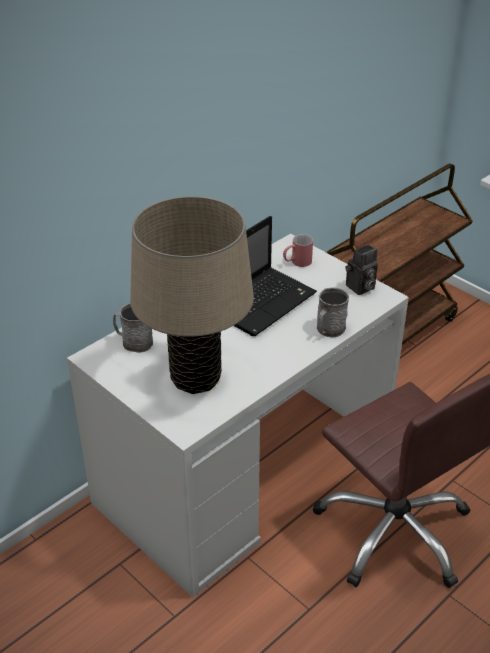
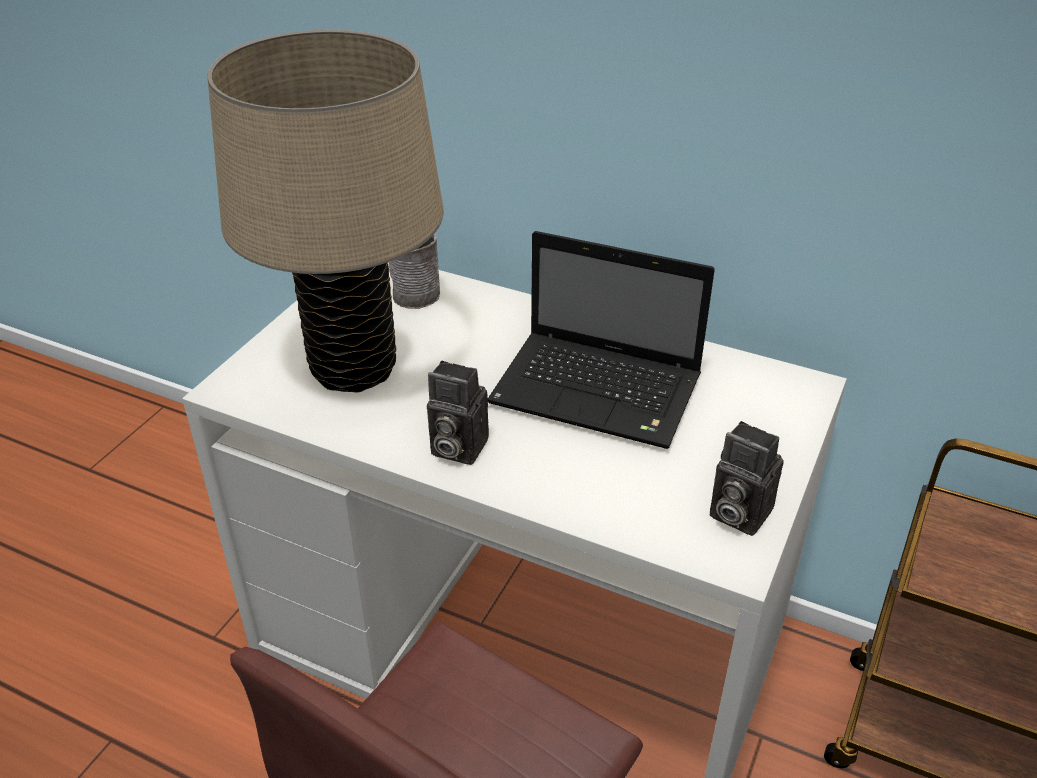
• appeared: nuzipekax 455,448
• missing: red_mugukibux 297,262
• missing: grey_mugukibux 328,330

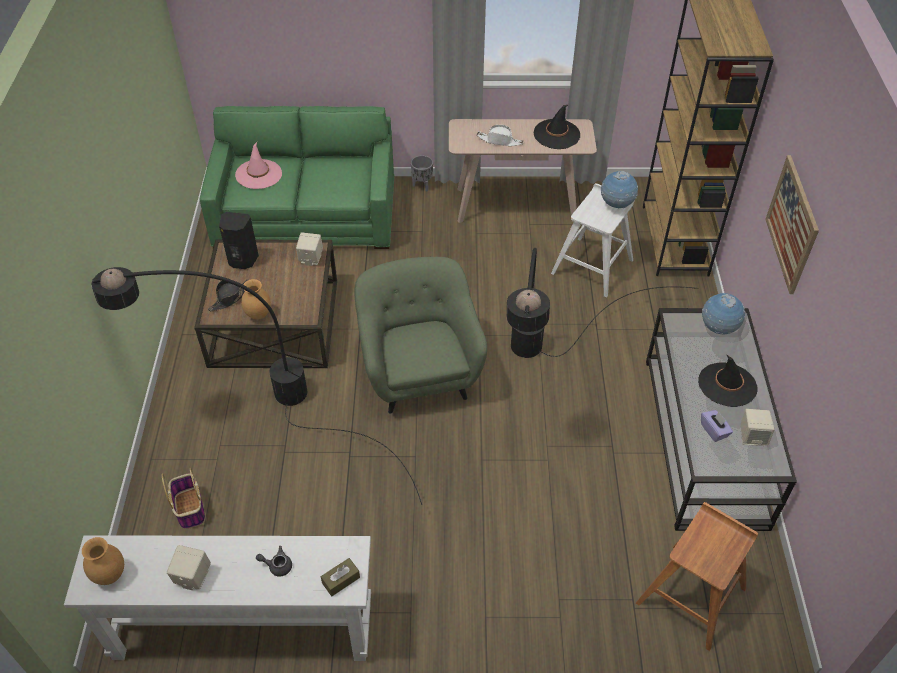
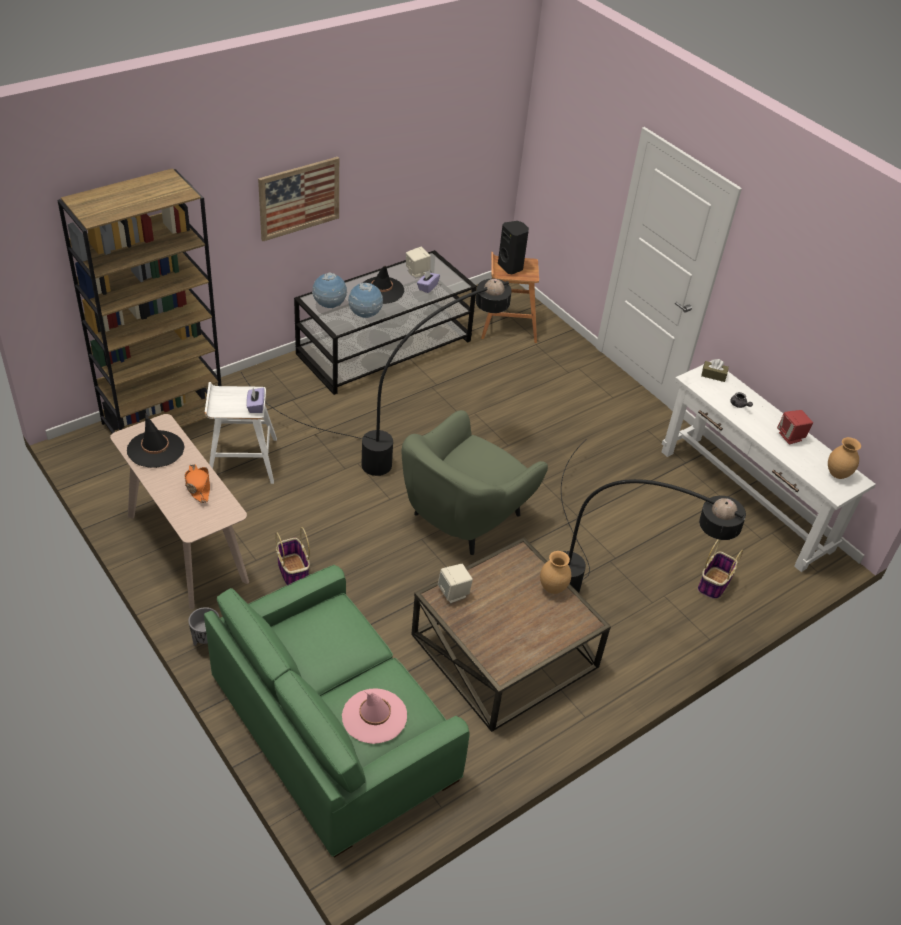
• colour: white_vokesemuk 500,141 to orange_vokesemuk 198,486
• appeared: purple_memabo 256,406
• appeared: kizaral 293,571
• relocated: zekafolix 616,205 to 365,315
• relocated: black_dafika 242,261 to 511,267
• colour: beige_dafika 192,577 to red_dafika 790,437
• missing: black_vokesemuk 230,298

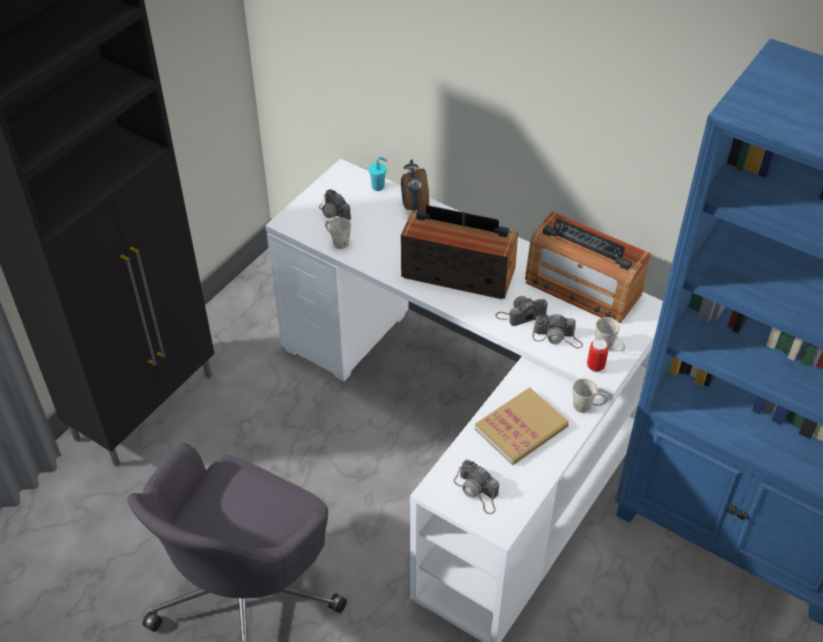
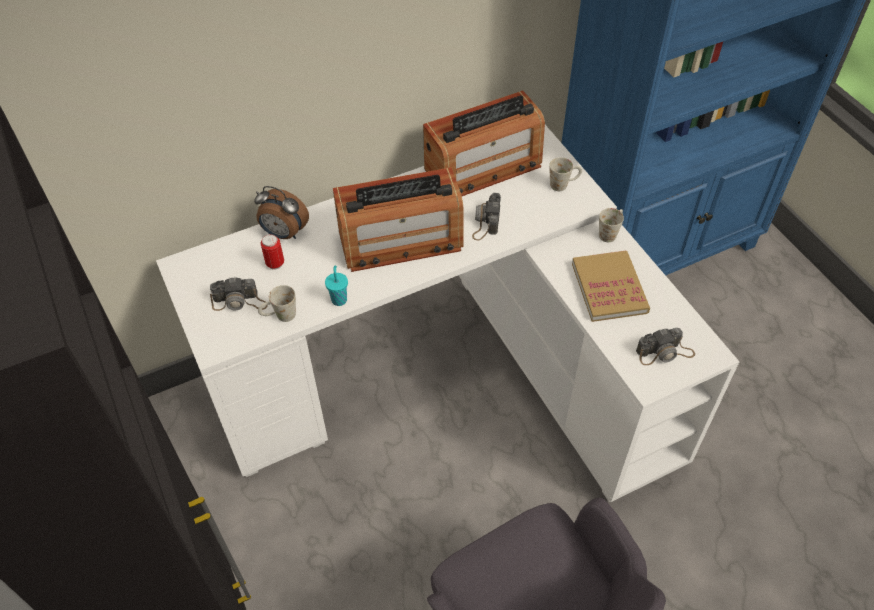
• relocated: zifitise 595,366 to 275,263
• relocated: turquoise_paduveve 378,187 to 339,299
• spun: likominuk 458,272 = 400,241 150 degrees counterclockwise
• missing: nuzipekax 557,337

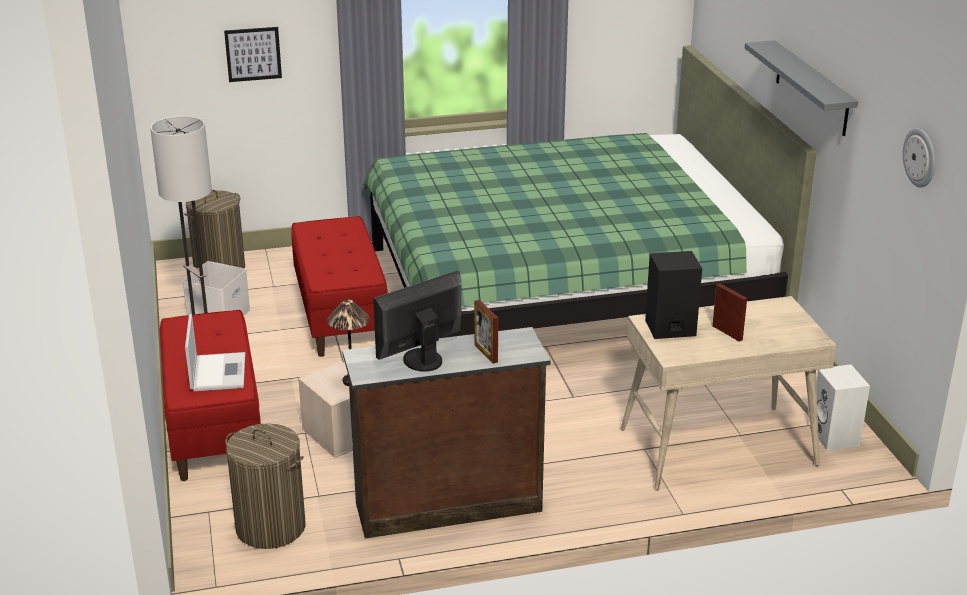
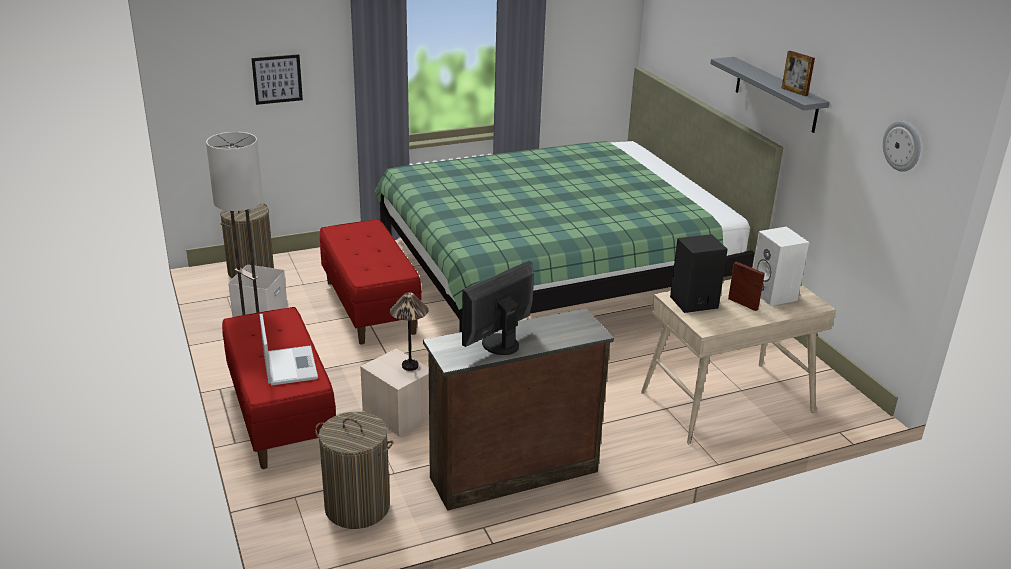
• relocated: white_dafika 835,437 to 774,295
• relocated: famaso 486,353 to 794,91

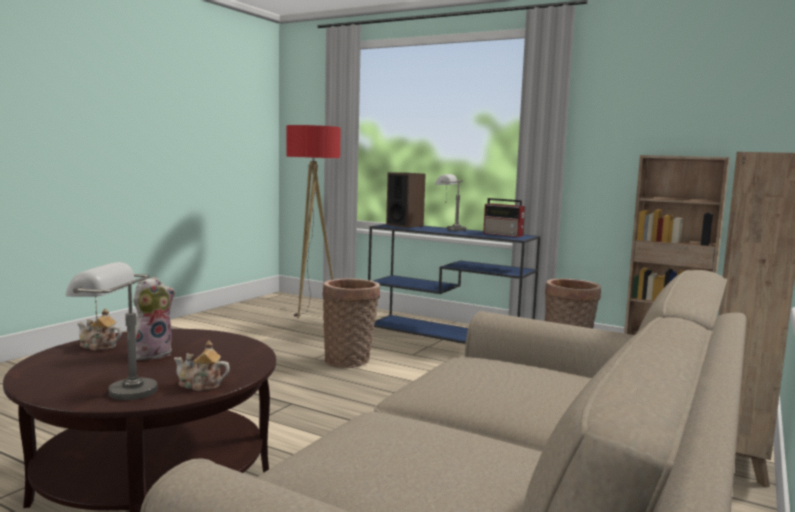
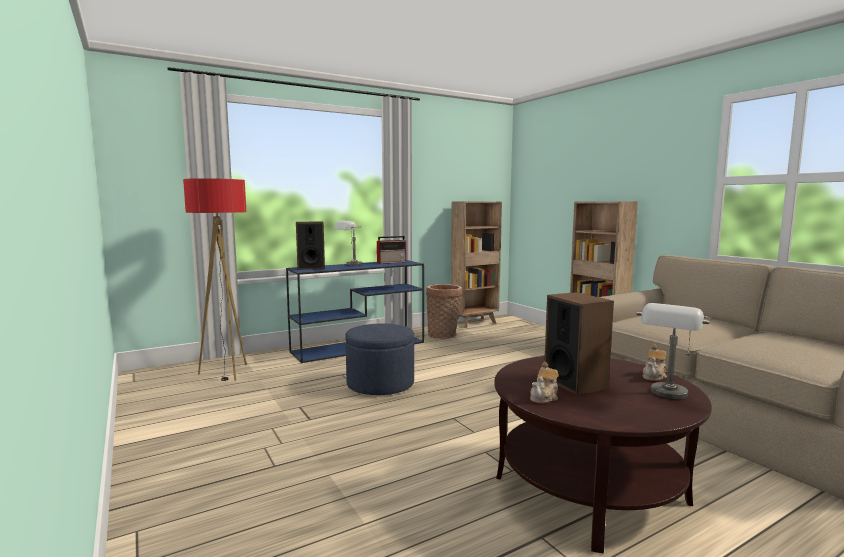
• exchanged: kizaral 350,360 to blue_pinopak 380,384
• exchanged: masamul 152,354 to dafika 575,383

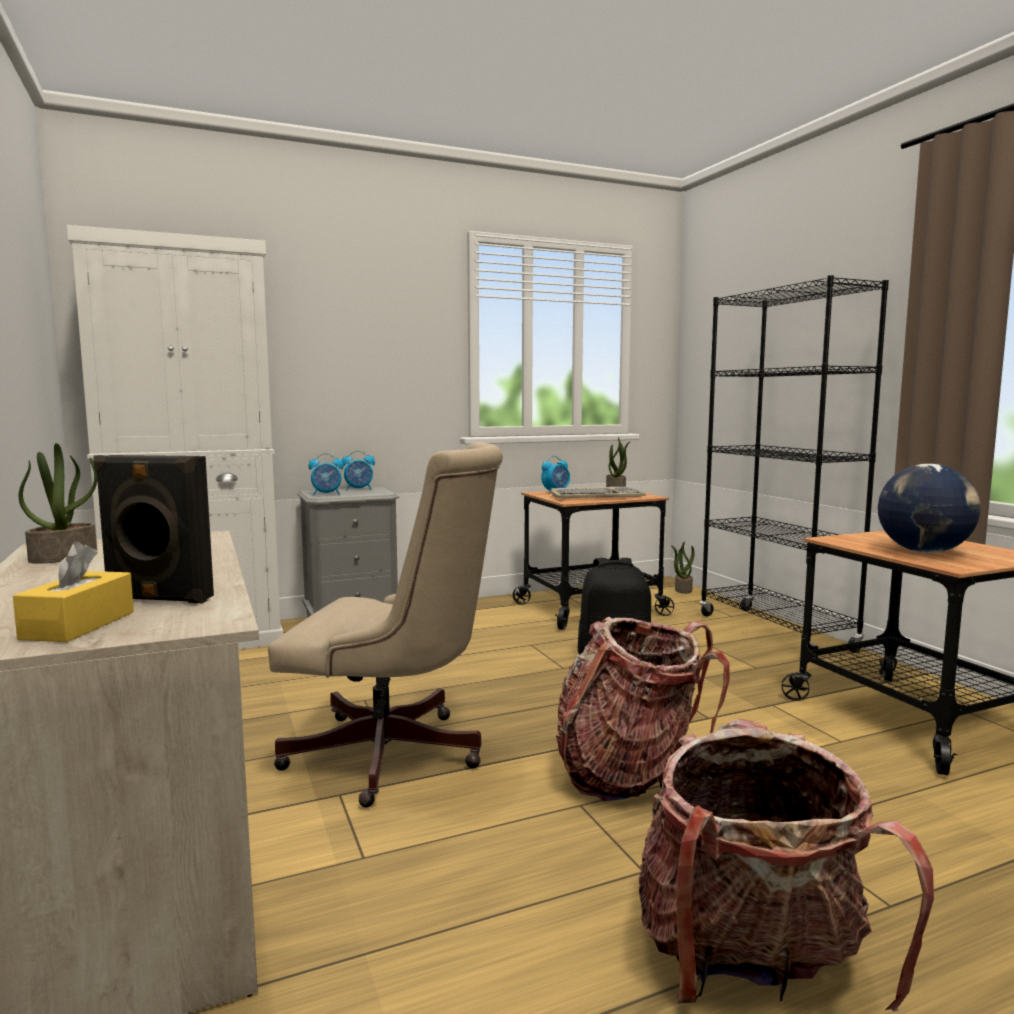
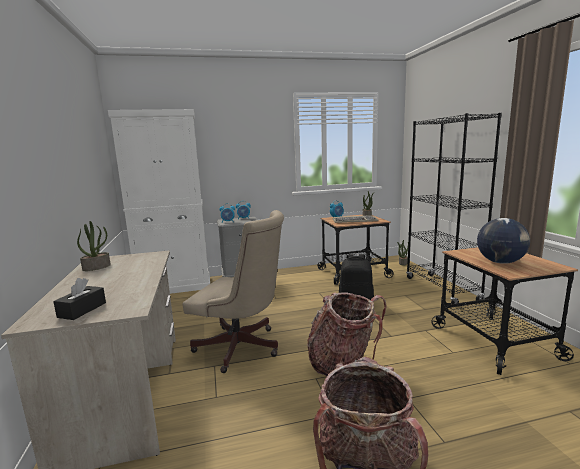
• colour: yellow_memabo 78,625 to black_memabo 82,310
• missing: black_dafika 157,599

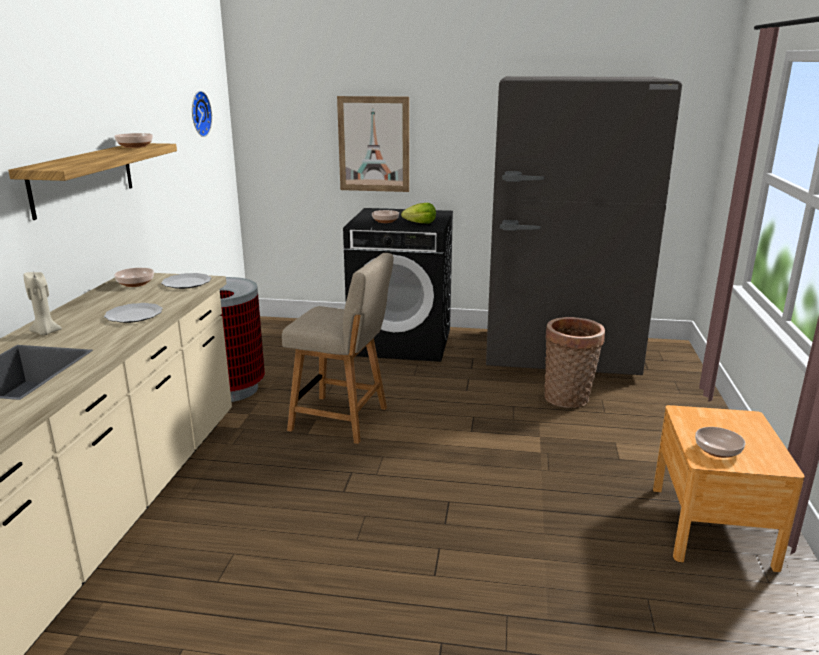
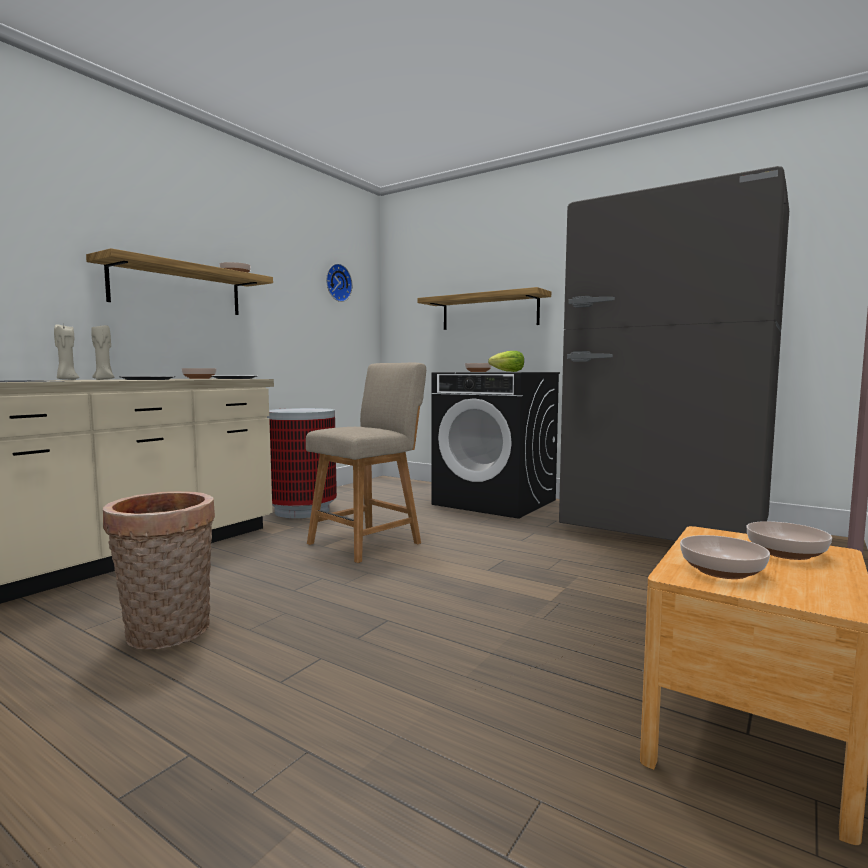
• appeared: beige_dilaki 104,379
• relocated: kizaral 569,399 to 167,635
• spun: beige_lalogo 343,420 = 368,542 90 degrees counterclockwise
• exchanged: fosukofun 374,144 to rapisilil 489,312
• appeared: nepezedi 787,553

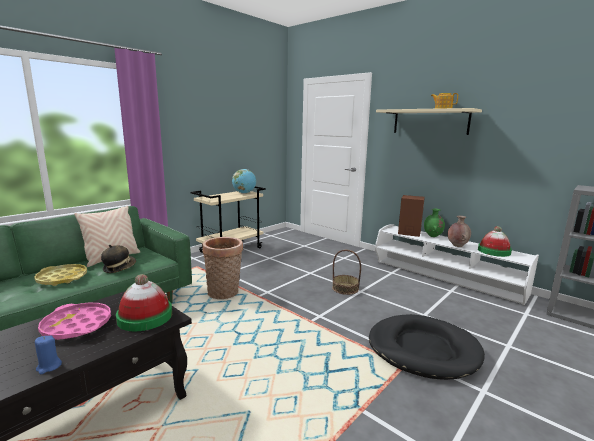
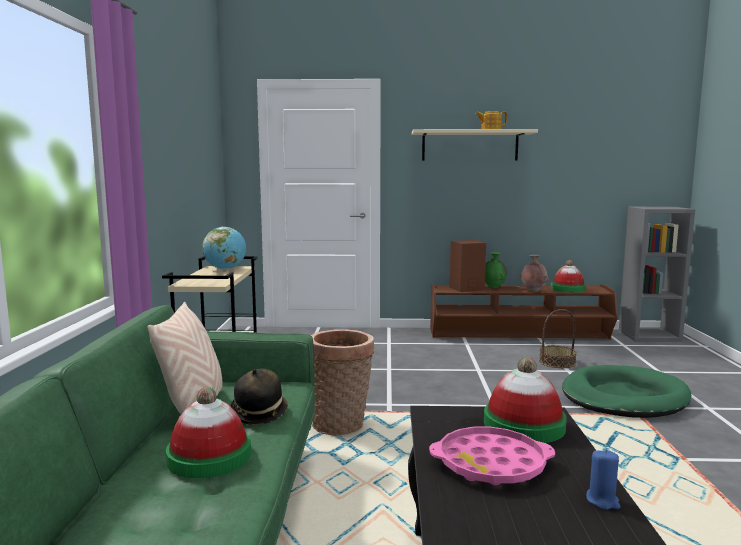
• exchanged: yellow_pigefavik 62,278 to vokesemuk 209,457
• colour: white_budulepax 445,278 to brown_budulepax 519,335
• relocated: kizaral 345,288 to 557,362
• colour: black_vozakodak 423,349 to green_vozakodak 623,397

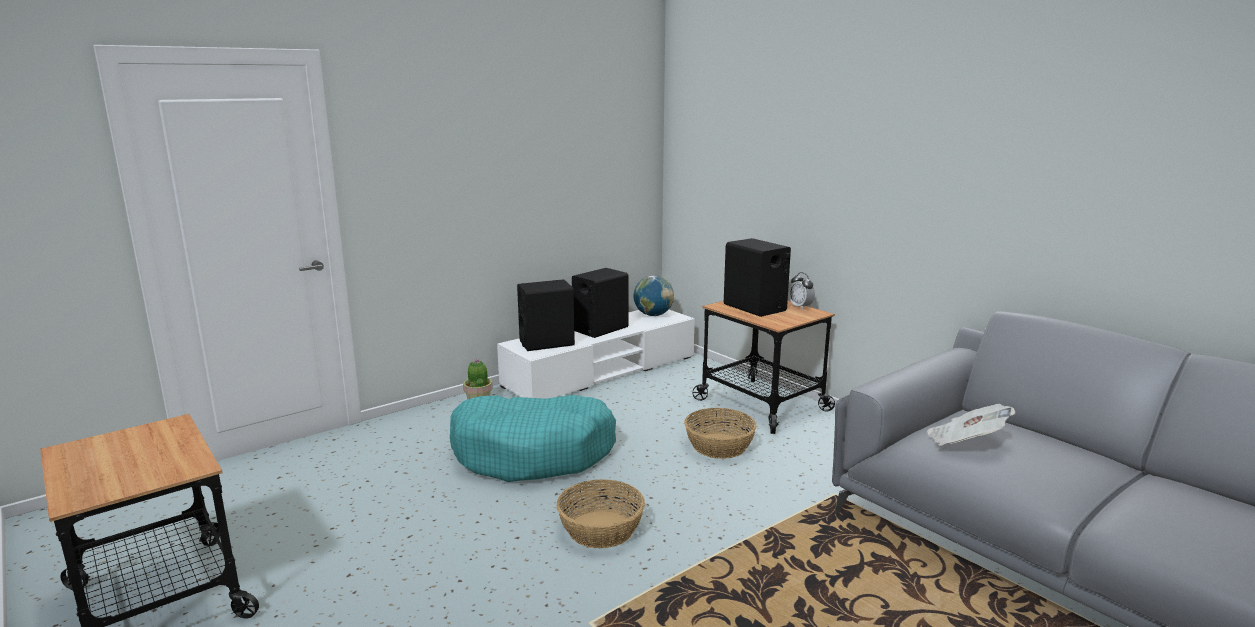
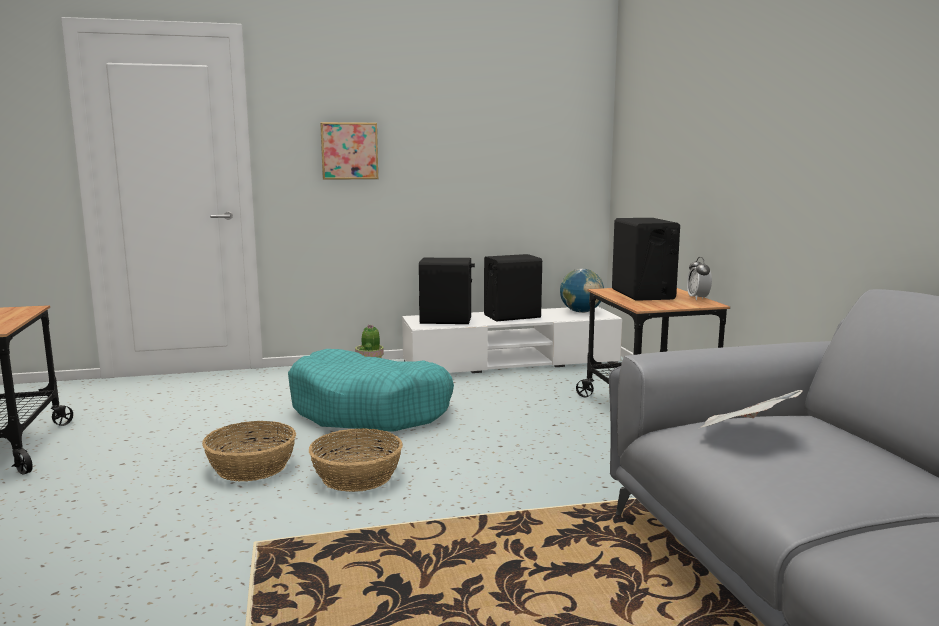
• relocated: kizaral 718,446 to 251,467
• appeared: fosukofun 349,151

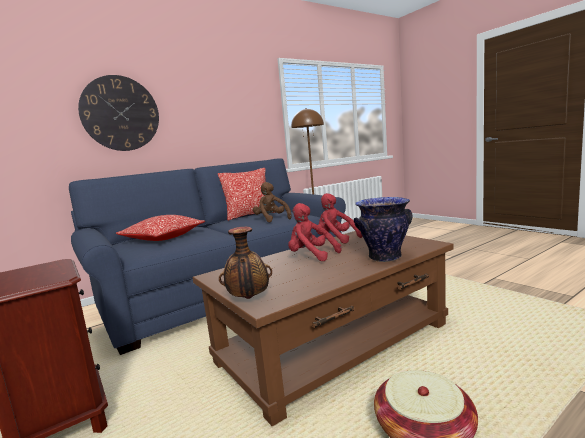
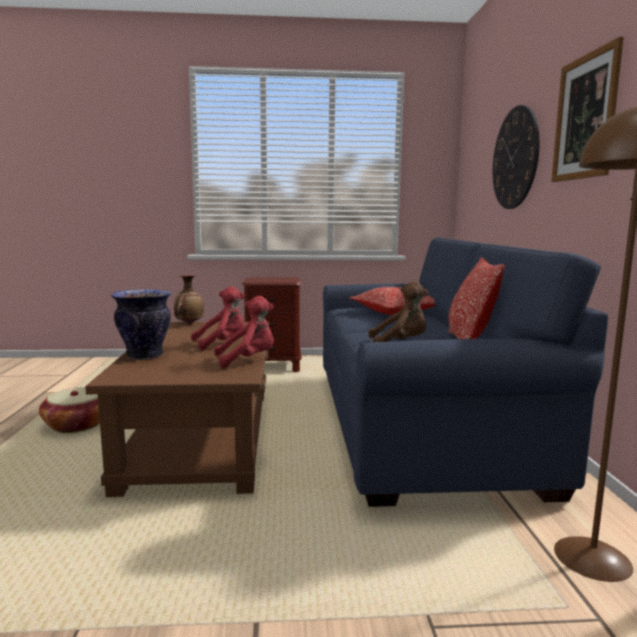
• appeared: fosukofun 585,117

